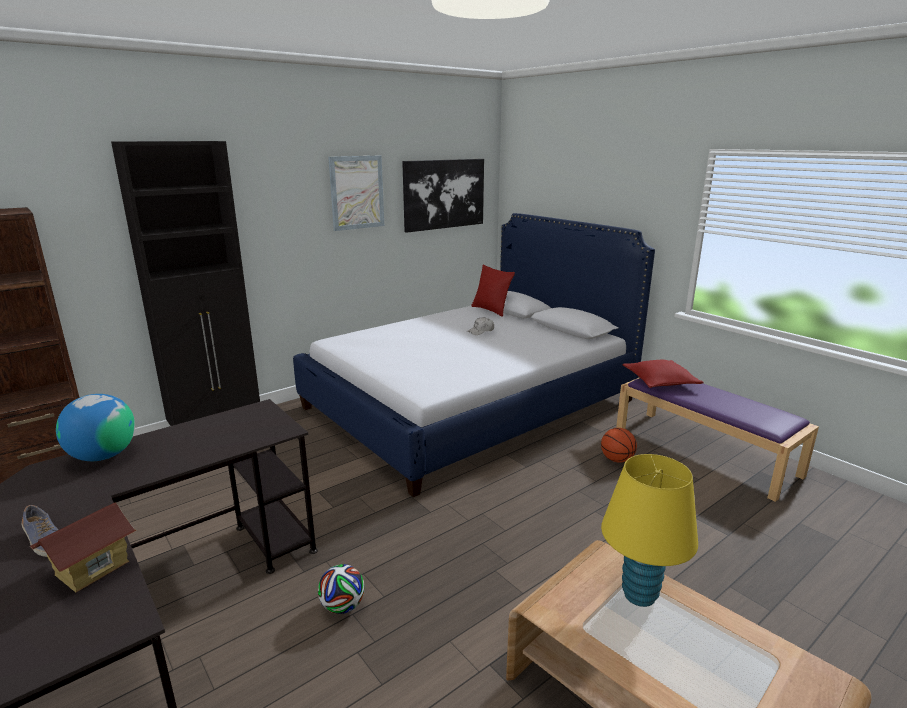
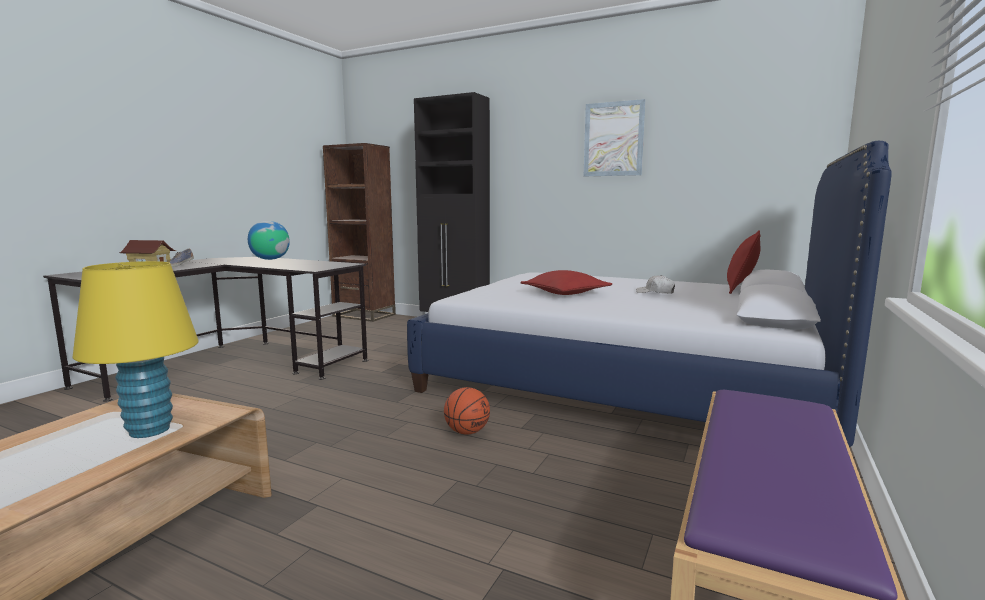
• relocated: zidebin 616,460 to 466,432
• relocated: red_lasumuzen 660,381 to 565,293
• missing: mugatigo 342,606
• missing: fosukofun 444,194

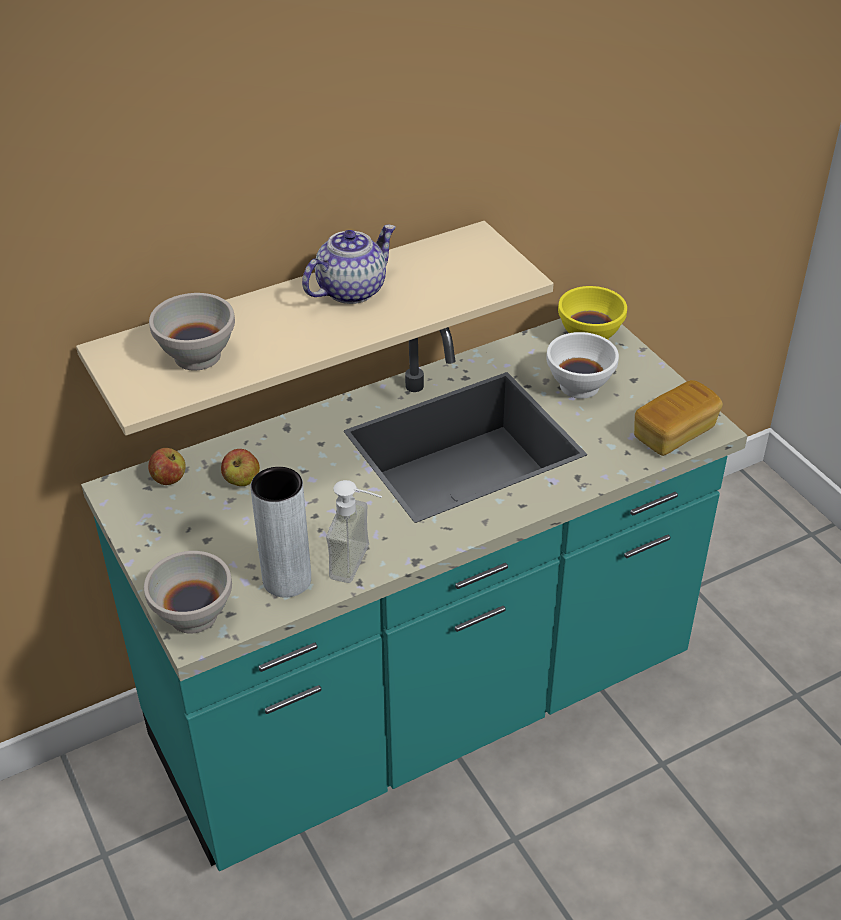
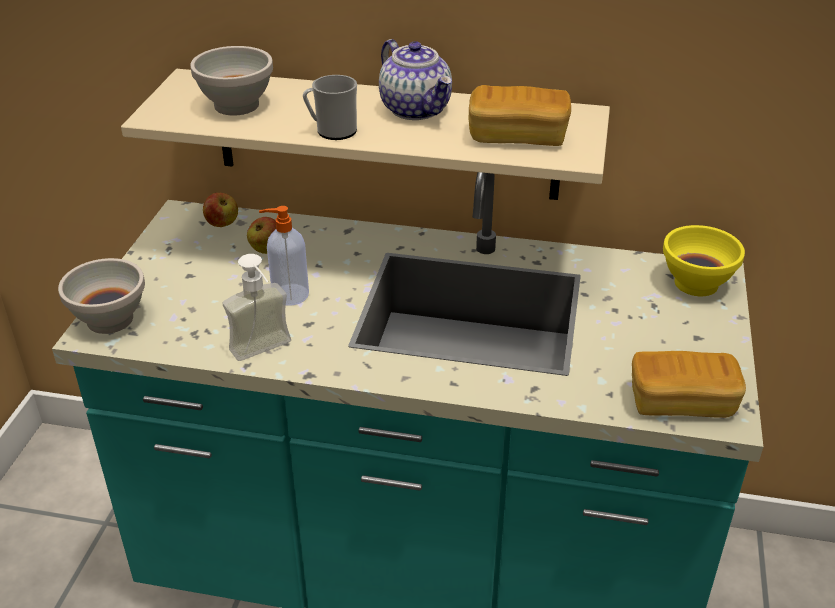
• appeared: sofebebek 289,295
• appeared: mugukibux 332,131
• spun: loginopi 351,289 = 416,109 60 degrees clockwise
• appeared: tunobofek 517,137
• missing: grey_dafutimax 287,580
• missing: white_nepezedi 580,385

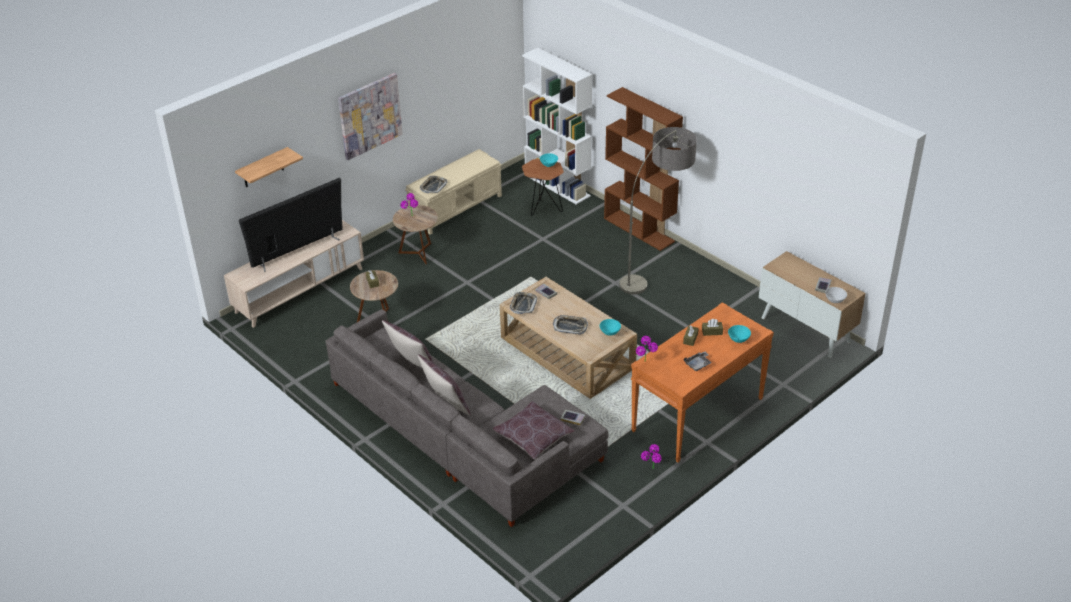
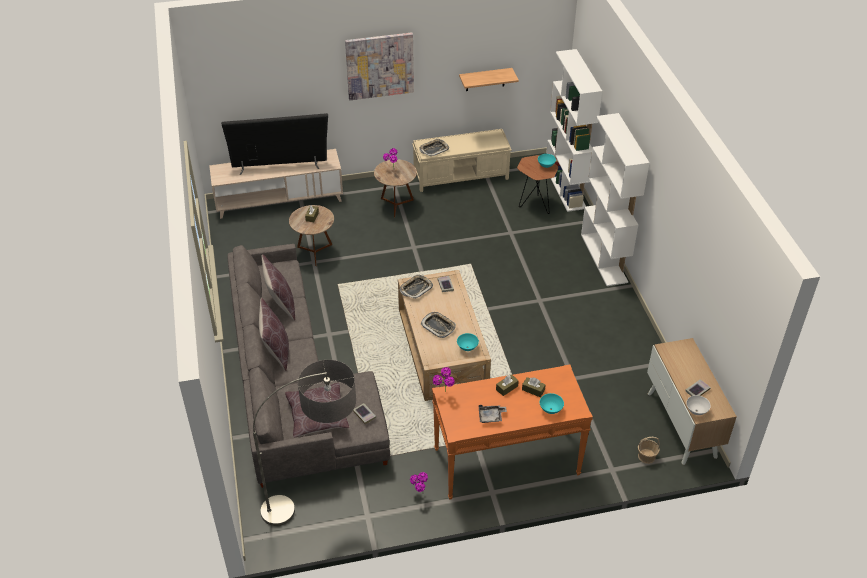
• relocated: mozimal 656,271 to 319,503
• relocated: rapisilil 263,168 to 485,79
• colour: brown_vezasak 639,230 to white_vezasak 604,258
• appeared: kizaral 646,456

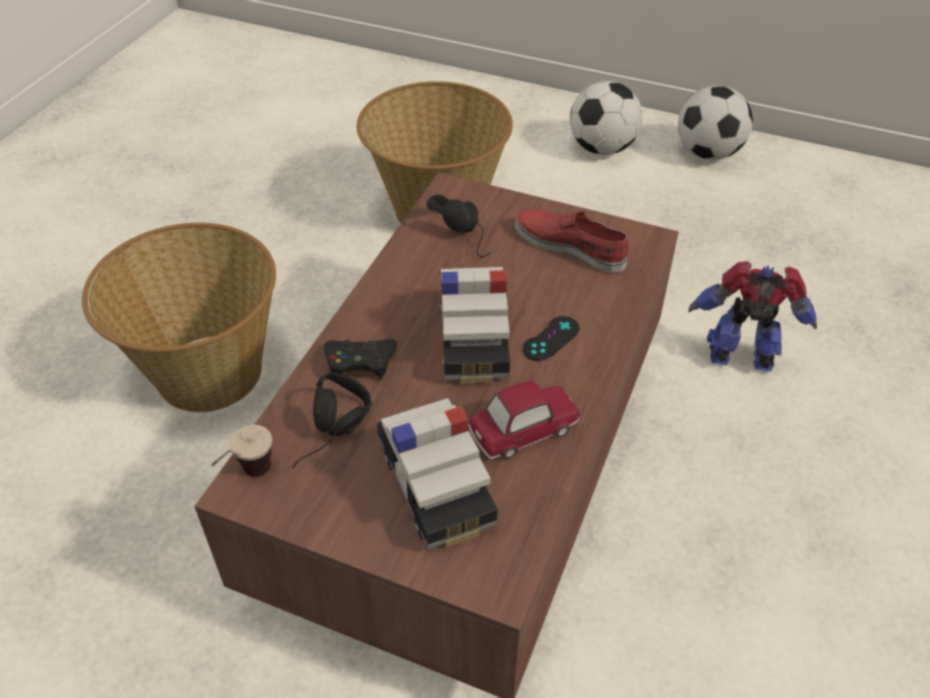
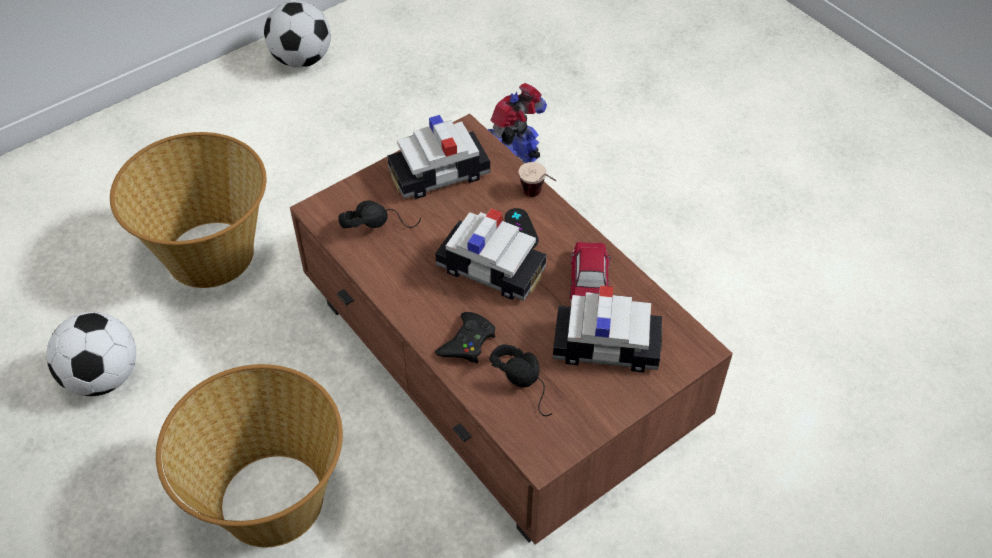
• relocated: mugatigo 601,148 to 103,377
• exchanged: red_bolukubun 570,245 to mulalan 439,174
• relocated: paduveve 247,479 to 538,197

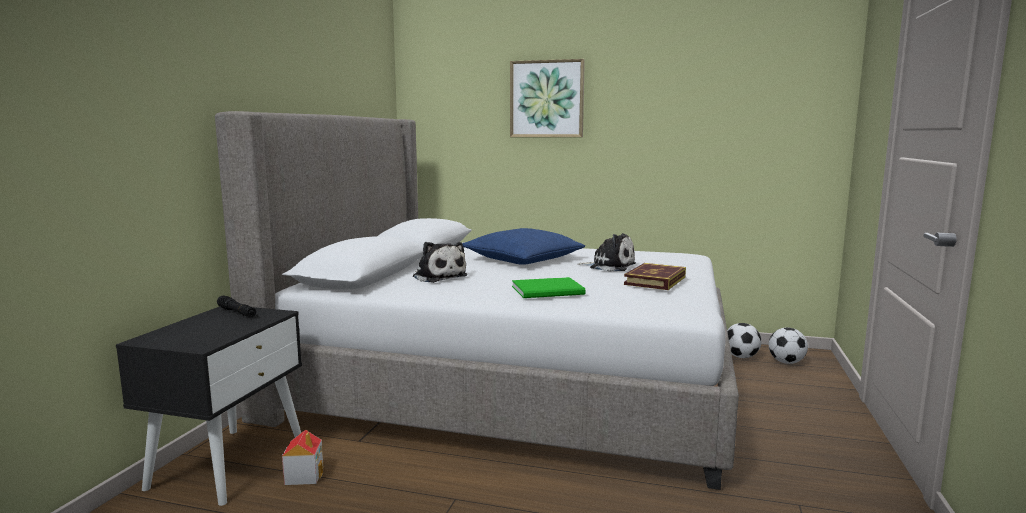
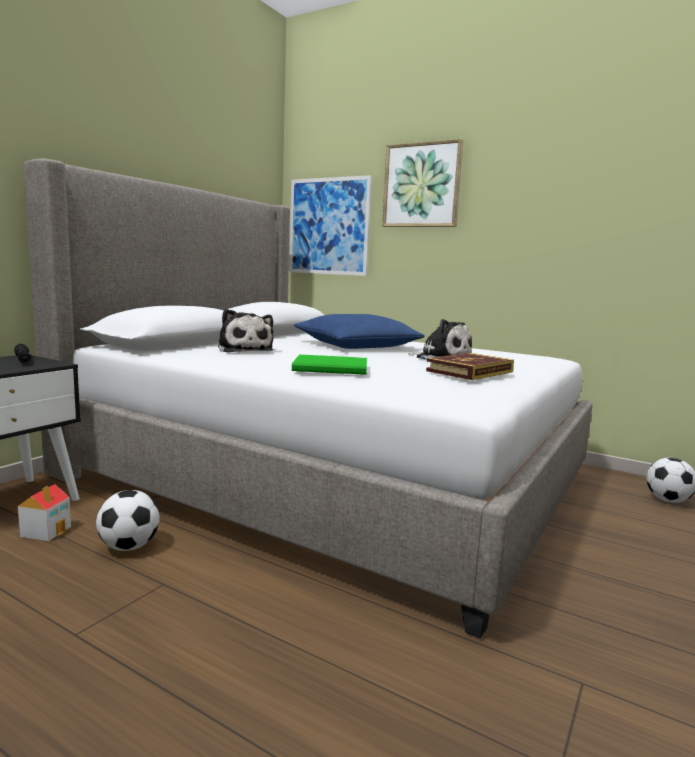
• relocated: mugatigo 741,357 to 129,547
• appeared: fosukofun 328,226

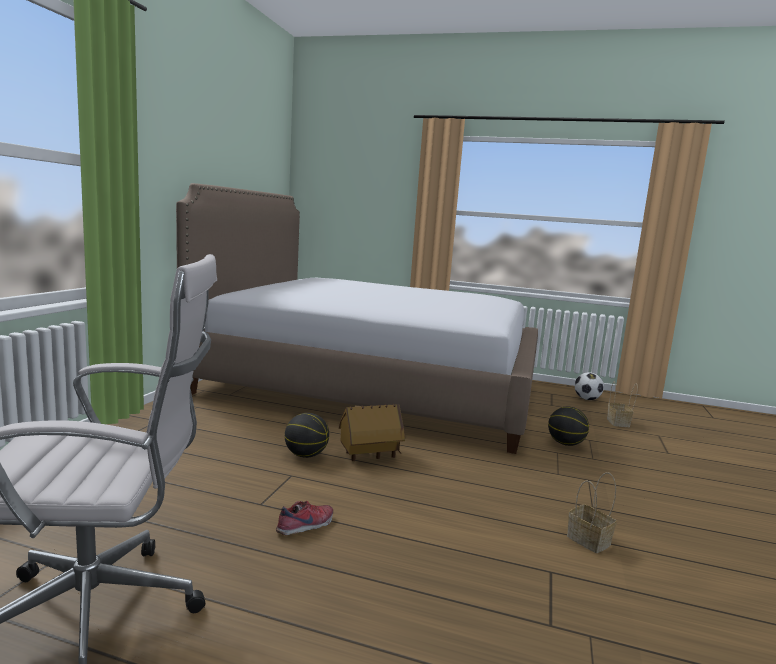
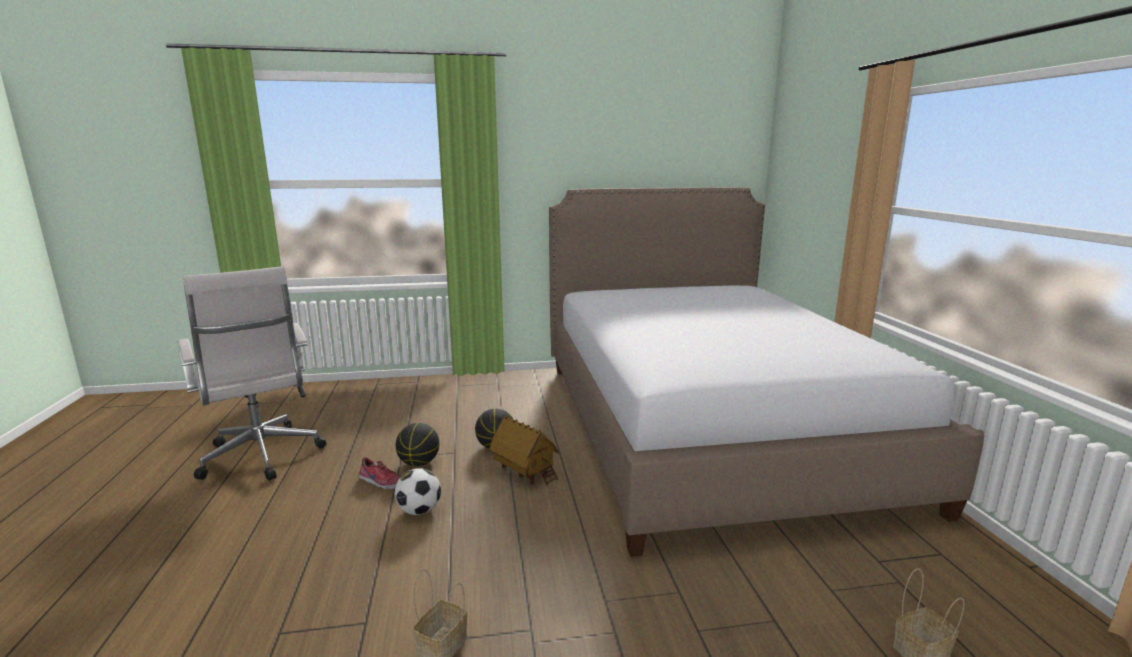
• relocated: mugatigo 587,399 to 419,510
• relocated: zidebin 565,443 to 419,463

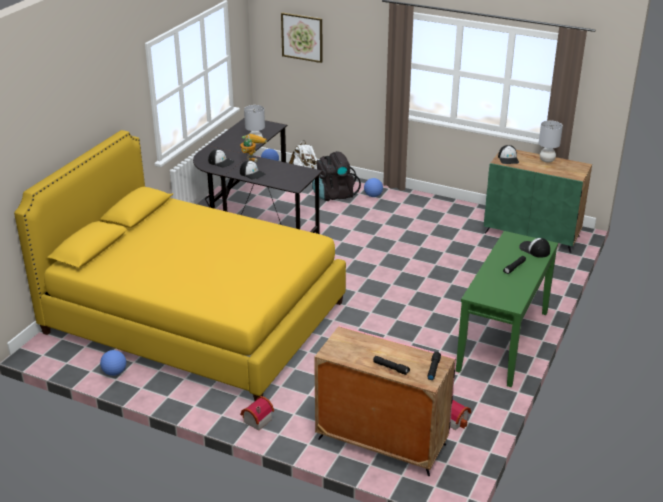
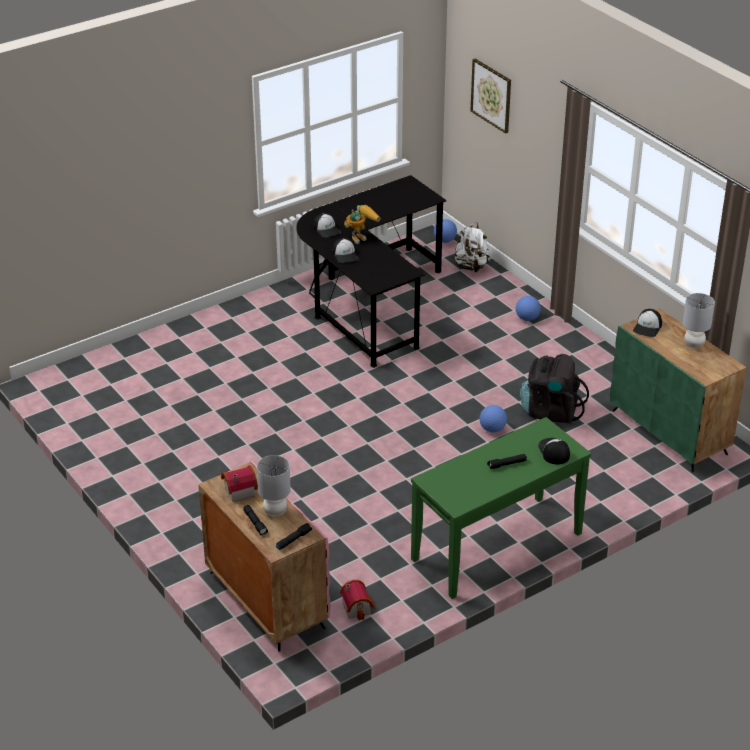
• relocated: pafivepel 255,420 to 238,491
• relocated: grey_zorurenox 255,143 to 275,511
• relocated: mugatigo 114,372 to 492,429
• relocated: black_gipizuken 334,195 to 550,411
• missing: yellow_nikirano 195,318

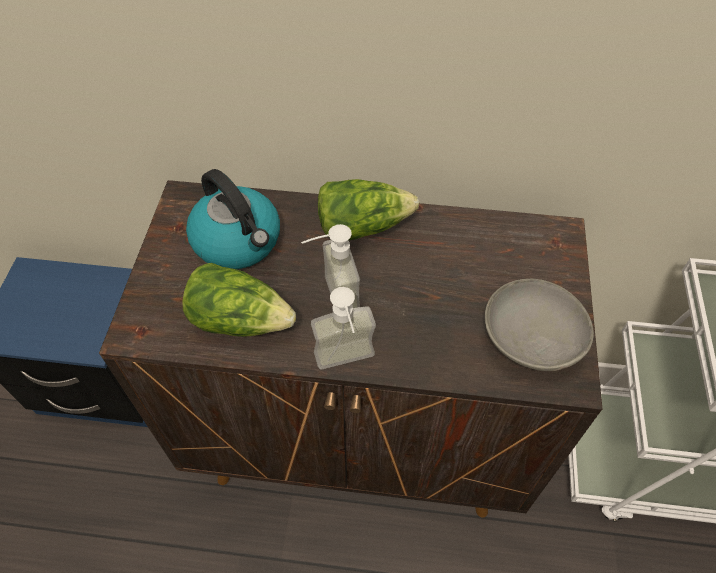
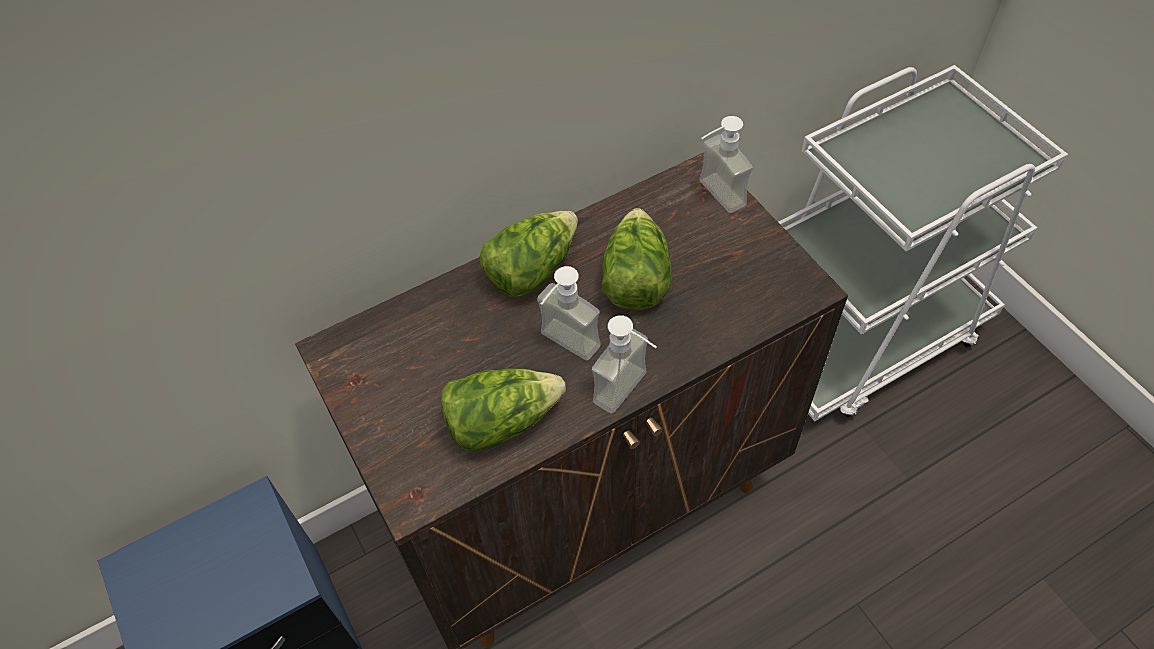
• appeared: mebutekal 634,278
• appeared: sofebebek 713,198
• missing: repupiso 238,241
• missing: grey_nepezedi 531,339

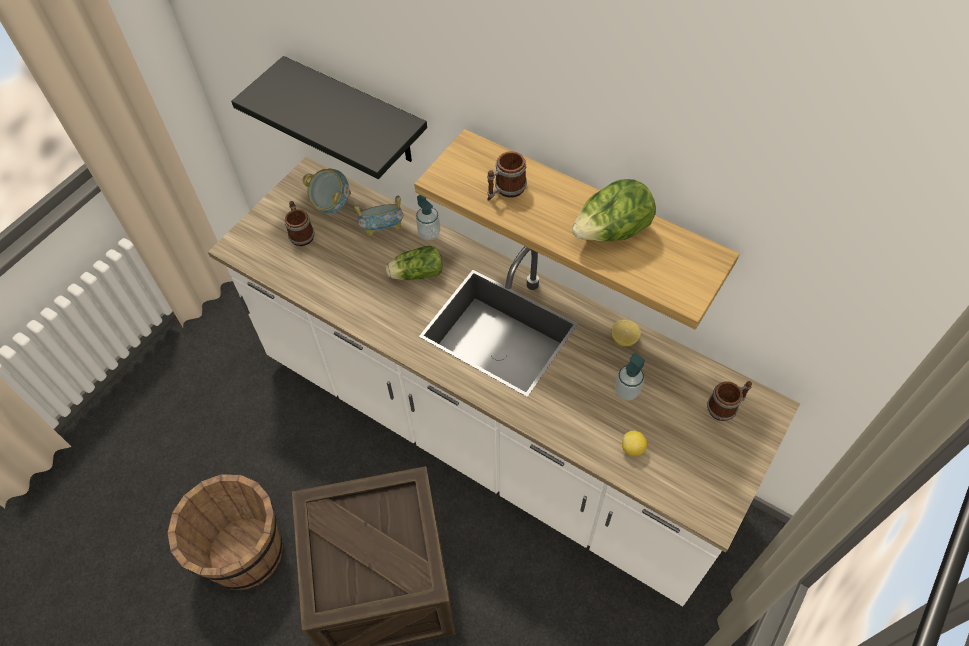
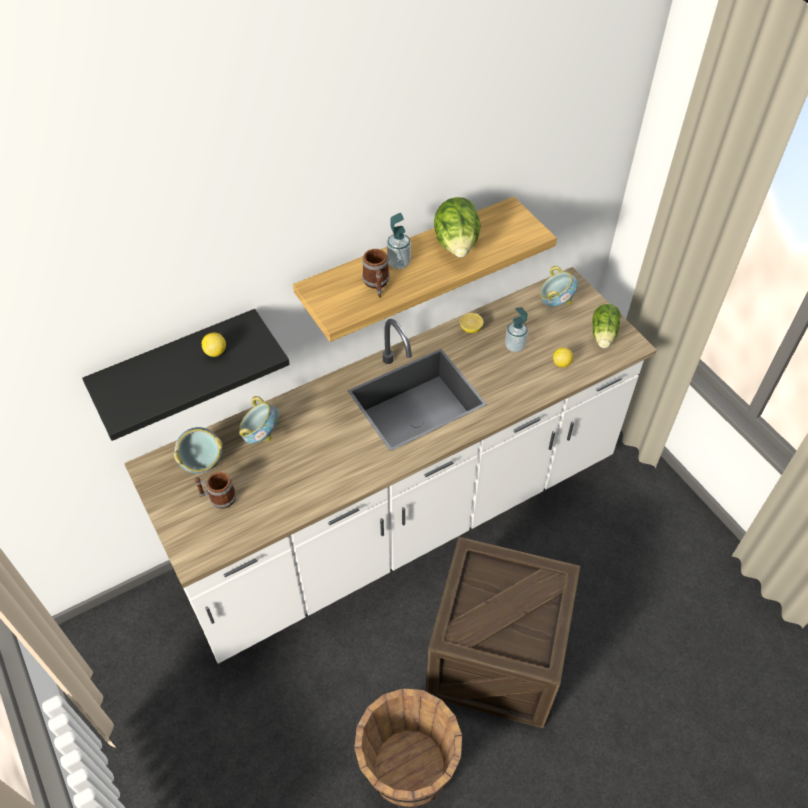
• appeared: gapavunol 215,352
• relocated: sofebebek 429,233 to 399,263
• exchanged: mugukibux 726,406 to nepezedi 555,302
• relocated: mebutekal 415,274 to 603,336

